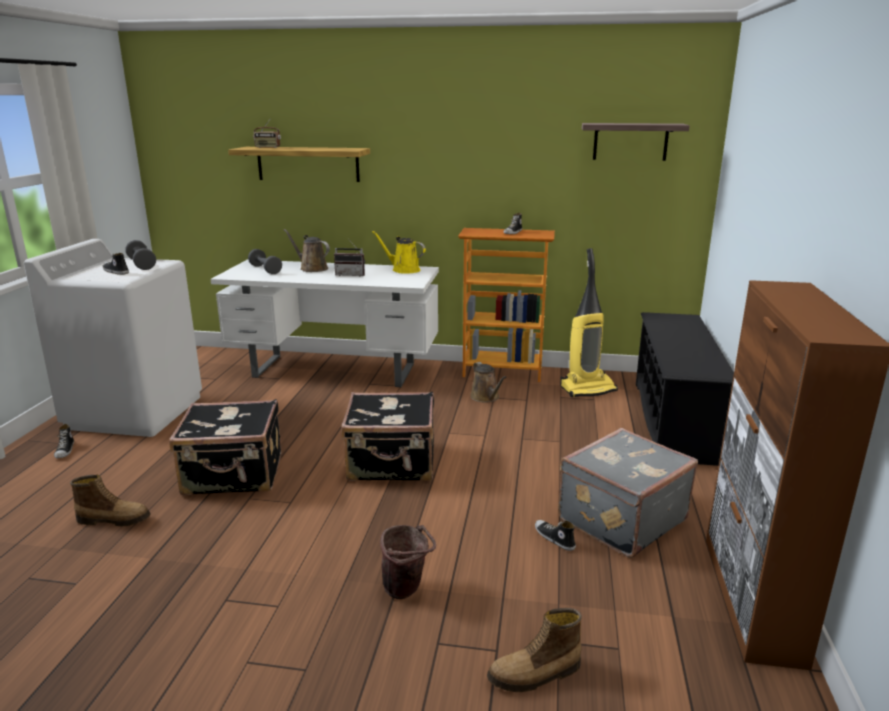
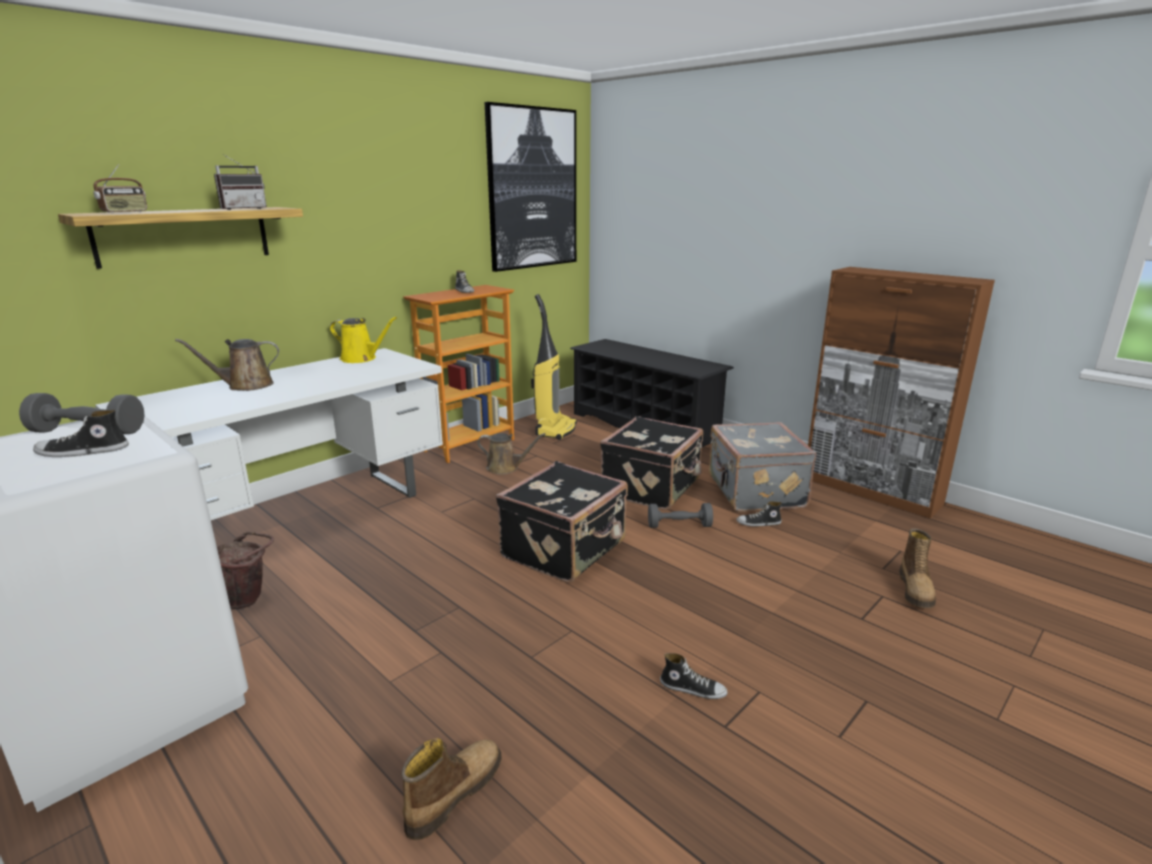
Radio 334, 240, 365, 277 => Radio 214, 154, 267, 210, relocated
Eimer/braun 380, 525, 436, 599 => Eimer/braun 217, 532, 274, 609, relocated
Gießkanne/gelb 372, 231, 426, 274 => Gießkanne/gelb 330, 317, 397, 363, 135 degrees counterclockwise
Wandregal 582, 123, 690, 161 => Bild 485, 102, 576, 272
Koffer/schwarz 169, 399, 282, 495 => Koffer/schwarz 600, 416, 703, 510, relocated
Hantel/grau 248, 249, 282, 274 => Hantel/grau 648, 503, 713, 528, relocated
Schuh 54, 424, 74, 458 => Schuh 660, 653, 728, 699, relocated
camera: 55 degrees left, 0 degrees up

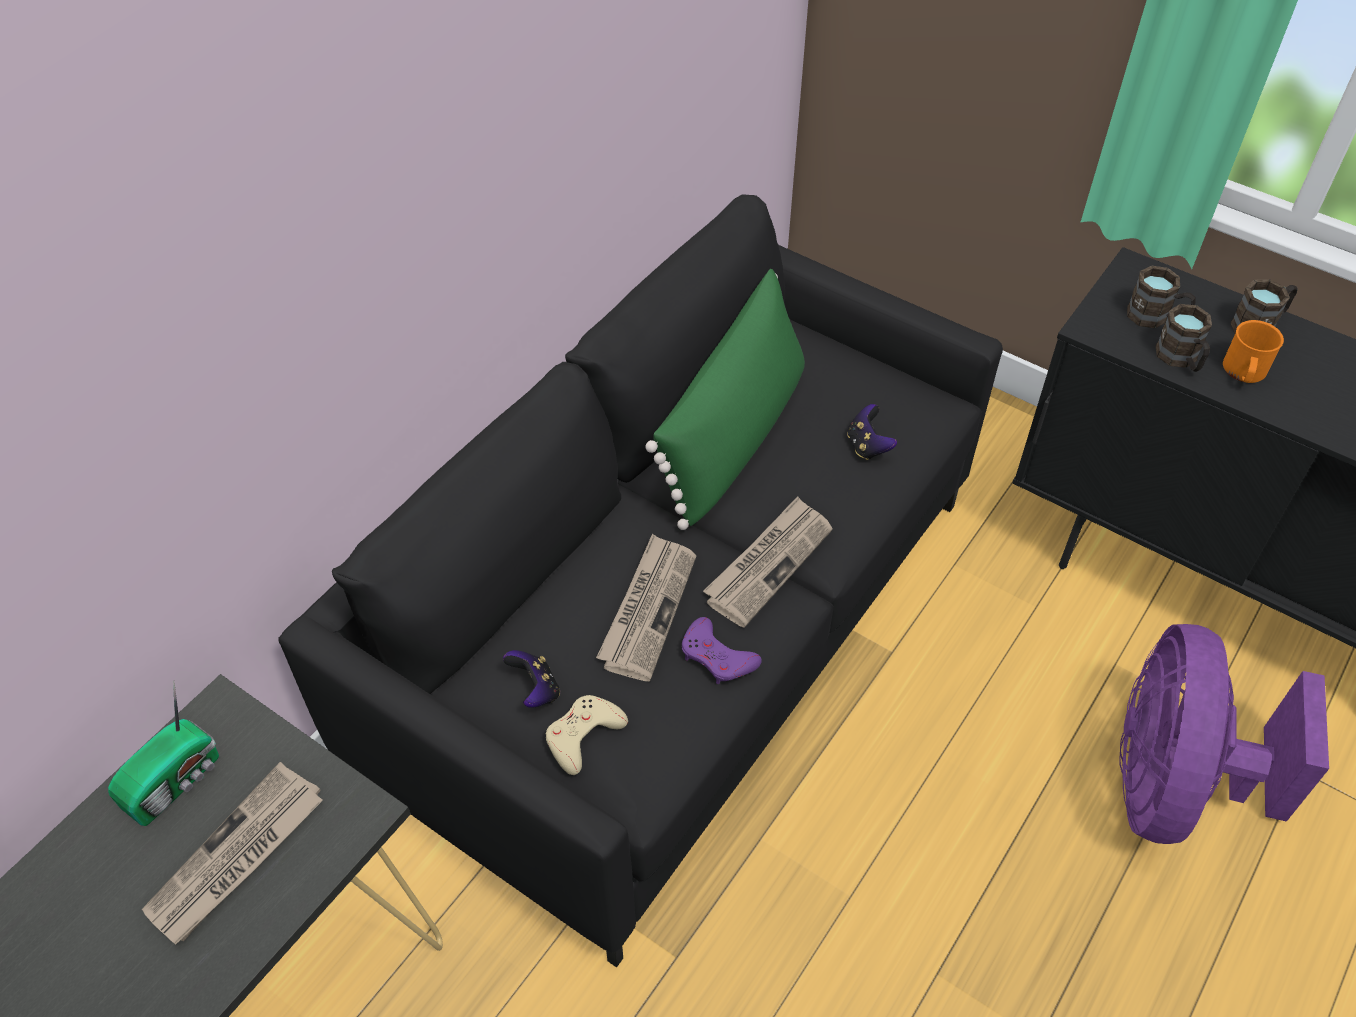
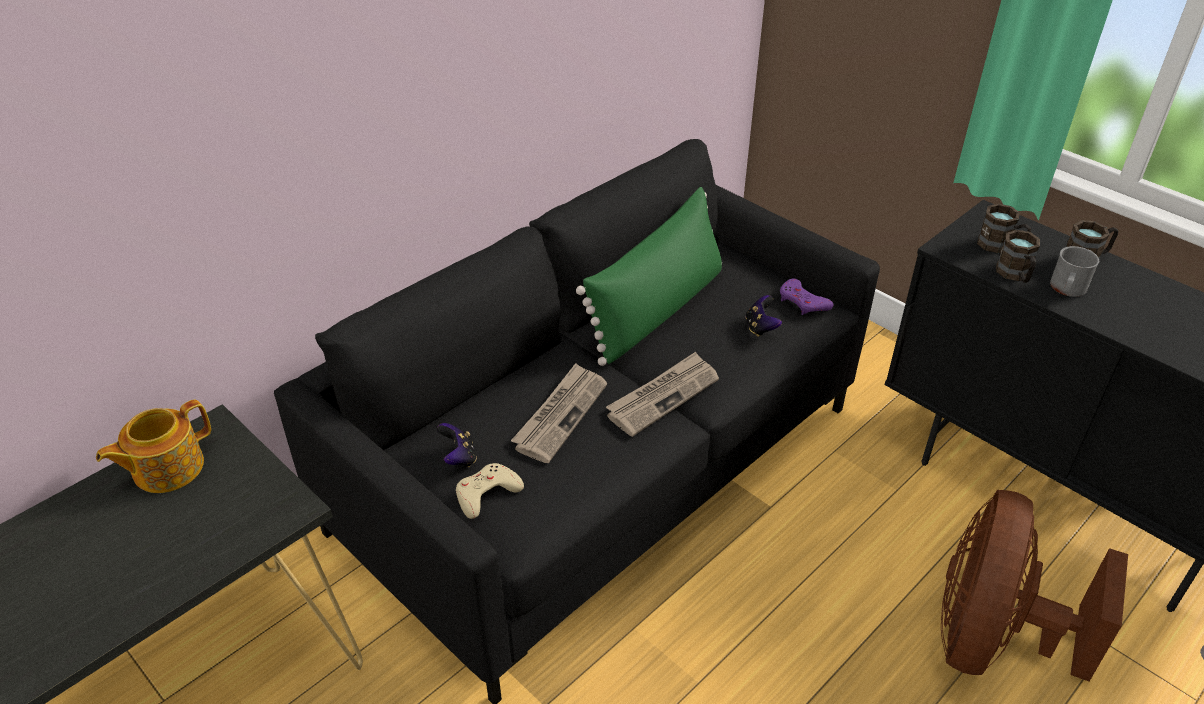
Radio 108, 680, 219, 826 => Teekanne 96, 400, 211, 493
Gamepad/lila 682, 617, 762, 684 => Gamepad/lila 780, 279, 834, 315, relocated
Ventilator/lila 1119, 624, 1329, 844 => Ventilator/braun 941, 490, 1128, 682
Henkelbecher/orange 1223, 320, 1284, 383 => Henkelbecher/grau 1050, 246, 1099, 297
Zeitung 141, 762, 323, 945 => nothing
camera: 10 degrees right, 10 degrees down

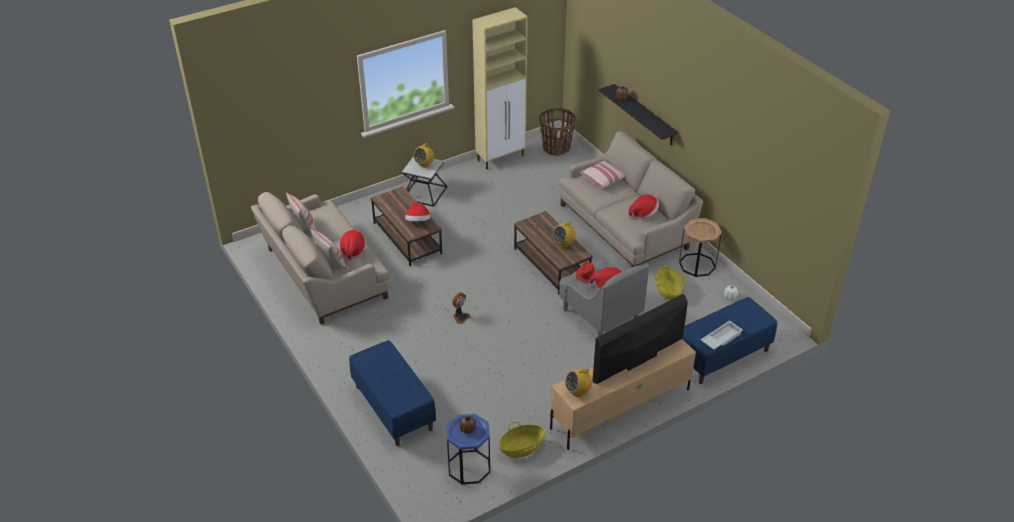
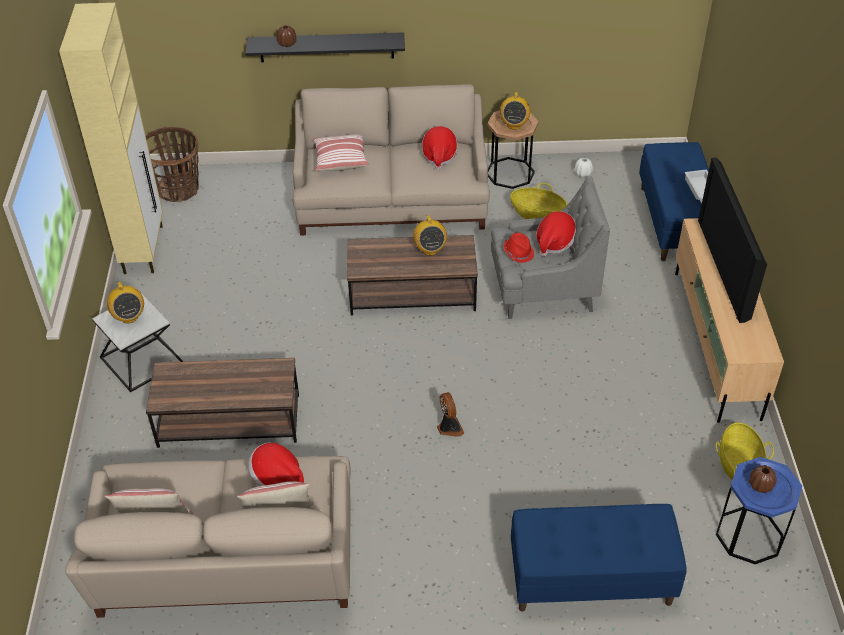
Radio 565, 368, 592, 397 => Radio 500, 92, 530, 130, relocated
Hut 405, 203, 431, 221 => nothing
camera: 60 degrees left, 5 degrees up

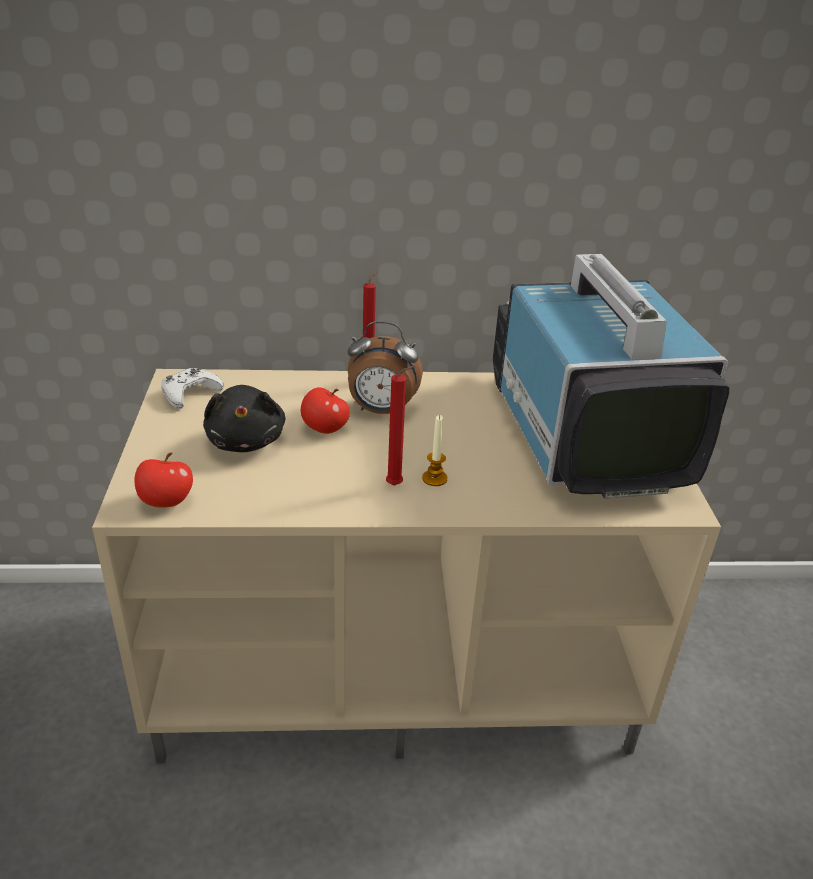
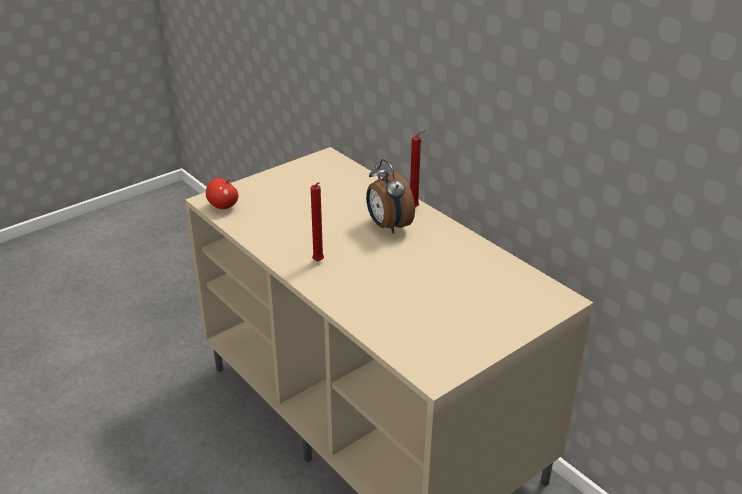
Gamepad/weiß 161, 368, 224, 409 => nothing
Plüschtier/schwarz 203, 385, 286, 452 => nothing
Apfel 301, 387, 350, 434 => nothing
Kerze 422, 415, 448, 486 => nothing
Fernseher 493, 254, 729, 499 => nothing
camera: 55 degrees right, 0 degrees up

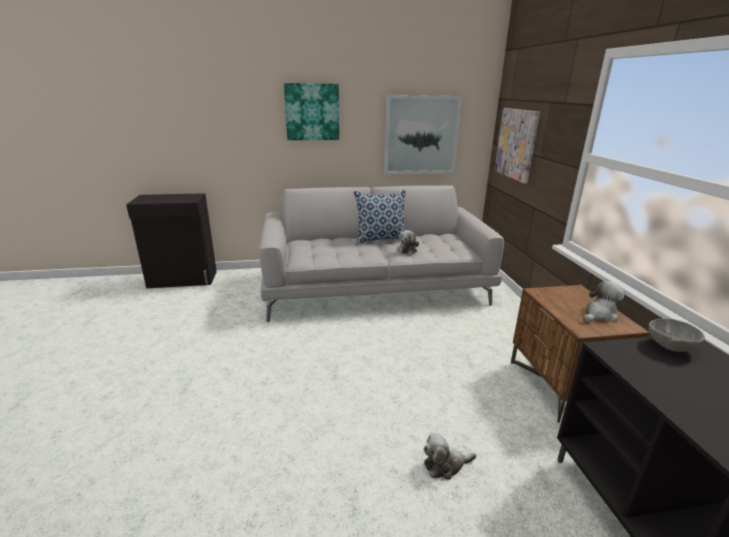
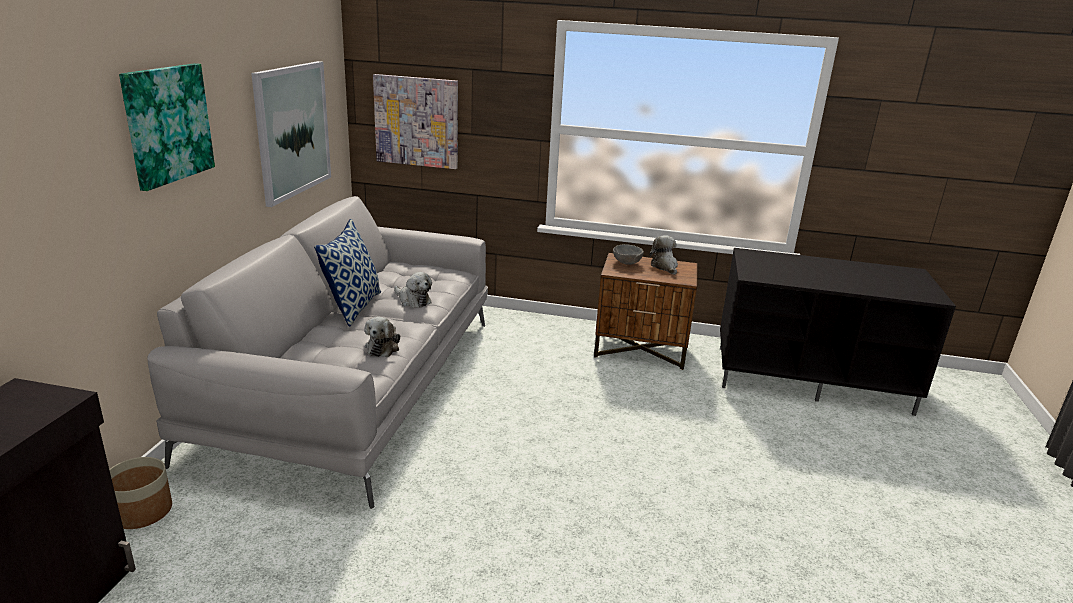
nothing => Pflanzkübel 109, 457, 172, 529
Plüschtier 424, 433, 477, 480 => Plüschtier 365, 317, 400, 357, relocated
Schüssel/grau 648, 319, 705, 352 => Schüssel/grau 613, 244, 644, 265, relocated
camera: 70 degrees left, 0 degrees up

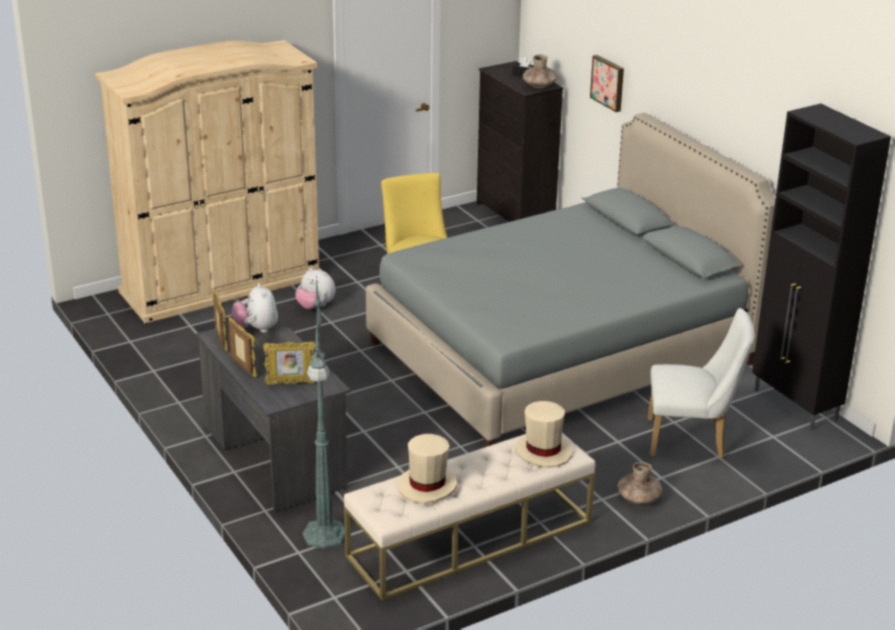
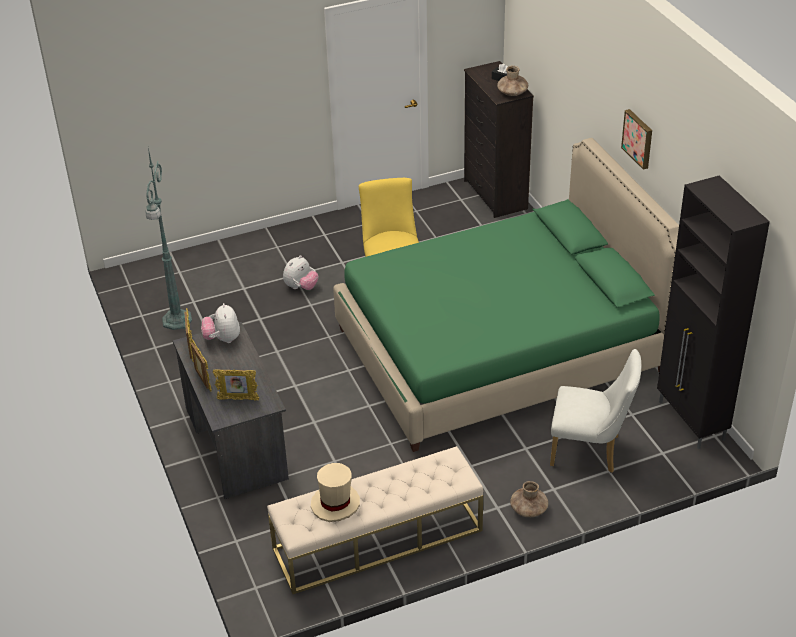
Stehlampe/grün 303, 275, 345, 549 => Stehlampe/grün 145, 148, 192, 330, relocated
Plüschtier 295, 268, 335, 309 => Plüschtier 283, 255, 319, 290, 90 degrees counterclockwise
Bett/grau 366, 113, 775, 447 => Bett/grün 333, 138, 679, 452
Bild 590, 55, 624, 112 => Bild 621, 109, 652, 170, relocated
Kleiderschrank/beige 95, 40, 321, 323 => nothing
Hut/beige 515, 401, 572, 468 => nothing
camera: 10 degrees right, 10 degrees up

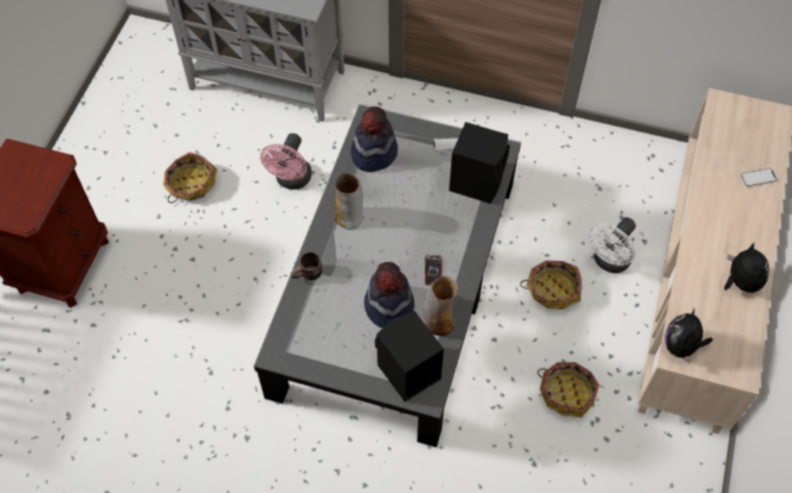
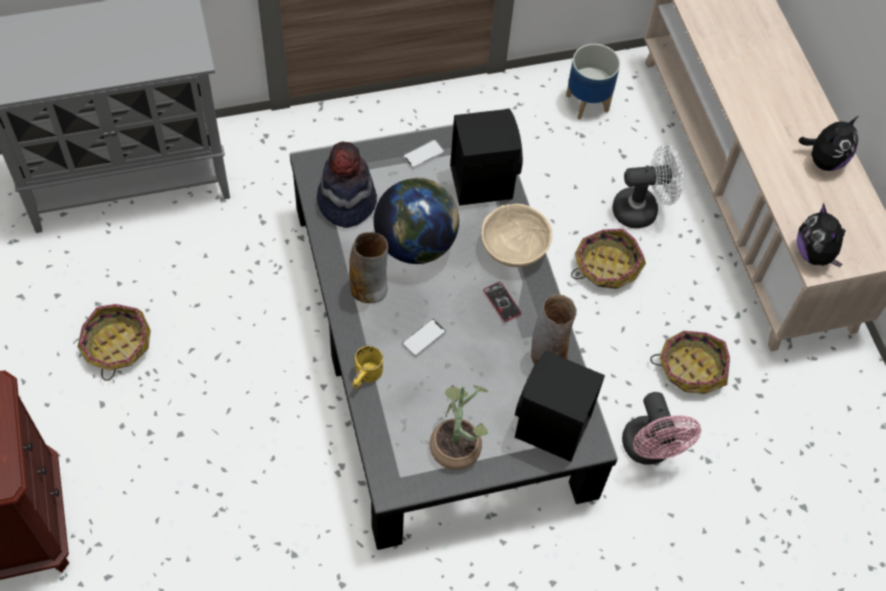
Henkelbecher/braun 291, 252, 322, 280 => Henkelbecher/gelb 352, 346, 383, 388
nothing => Globus 374, 178, 459, 264
Handy 741, 168, 777, 187 => Handy 402, 319, 446, 357, relocated
nothing => Topfpflanze 430, 385, 488, 470
nothing => Schüssel/beige 481, 204, 552, 267
nothing => Pflanzkübel 566, 44, 620, 120
Ventilator/weiß 588, 217, 636, 273 => Ventilator/weiß 612, 144, 684, 228, 105 degrees counterclockwise
Ventilator/rosa 260, 133, 312, 189 => Ventilator/rosa 622, 392, 701, 465, relocated
Plüschtier 724, 243, 769, 292 => Plüschtier 798, 116, 858, 171, 90 degrees clockwise
Hut 364, 262, 415, 328 => nothing
camera: 35 degrees left, 0 degrees up

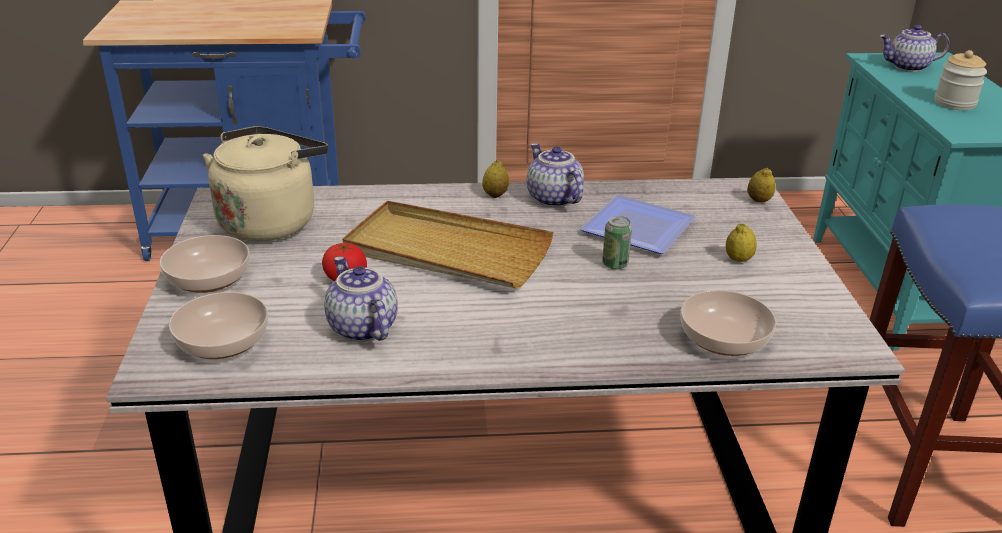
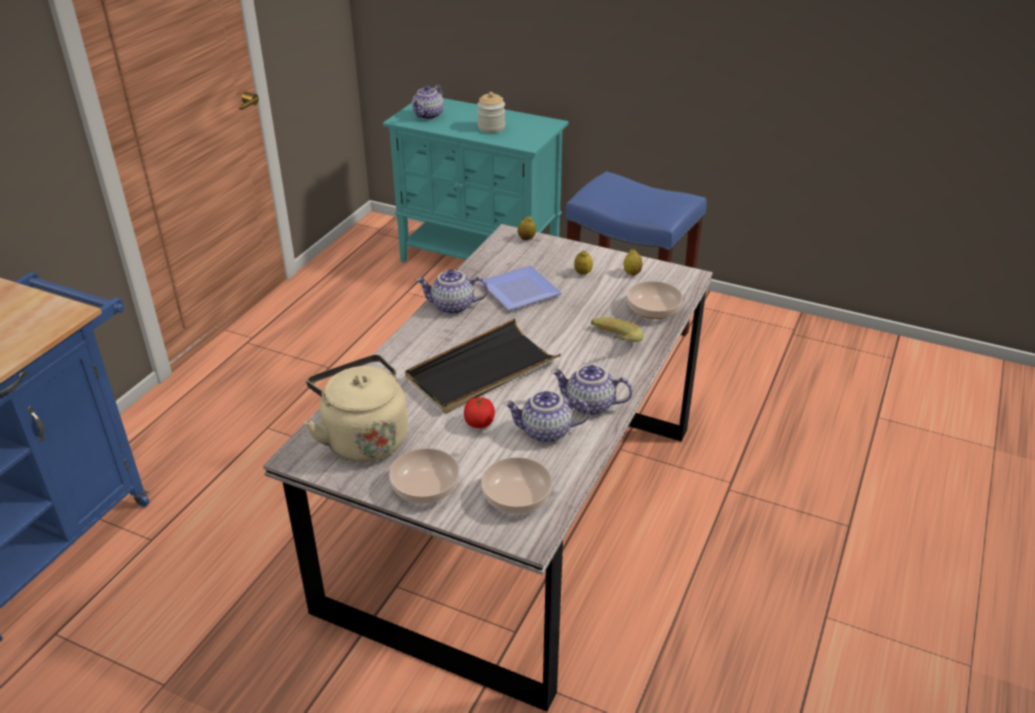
Tablett/beige 342, 201, 553, 288 => Tablett/schwarz 405, 319, 561, 413
nothing => Teekanne 551, 365, 633, 416
nothing => Banane 591, 317, 643, 342
Zitrone 482, 160, 509, 198 => Zitrone 623, 249, 642, 275, relocated
Dose 602, 216, 632, 270 => nothing
camera: 60 degrees left, 5 degrees up

